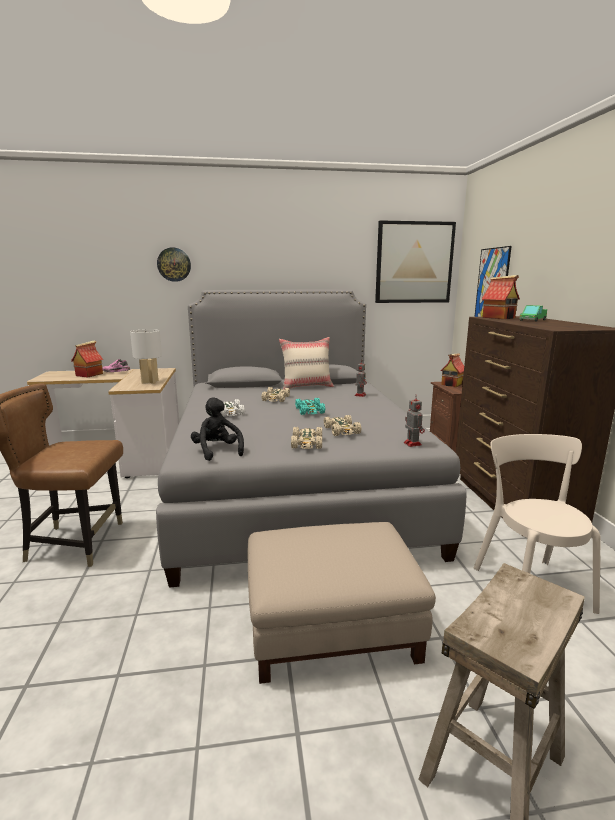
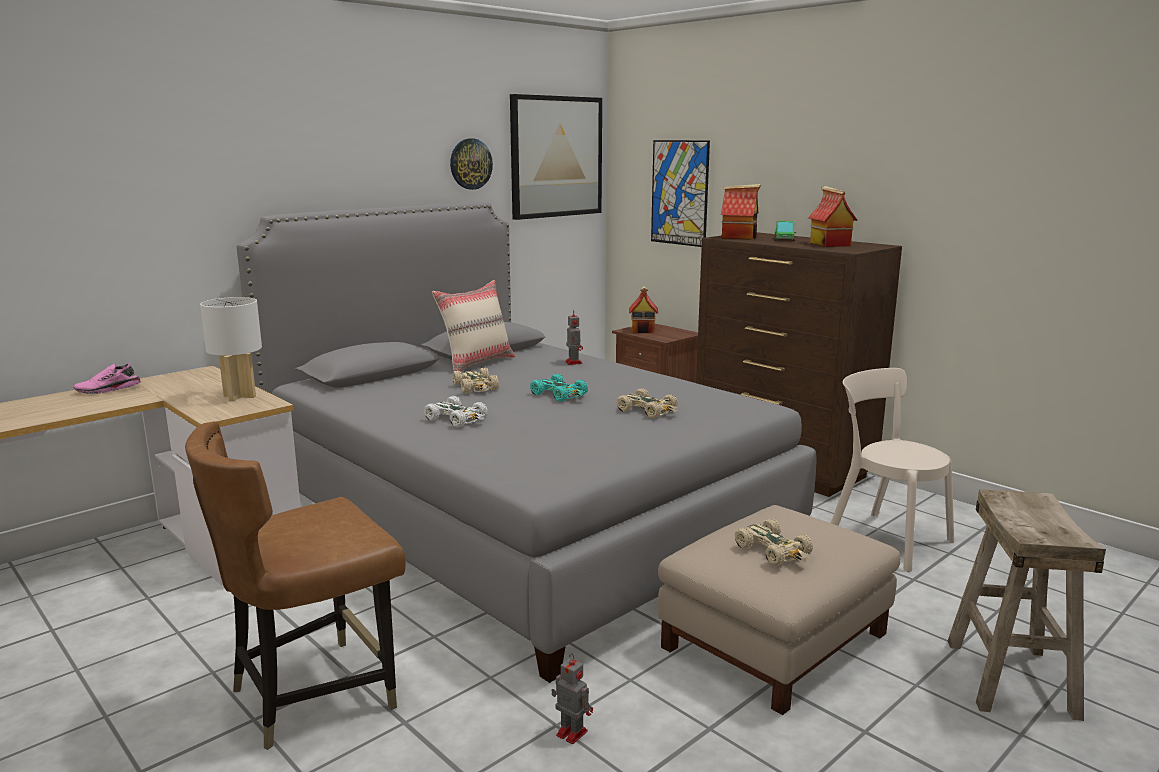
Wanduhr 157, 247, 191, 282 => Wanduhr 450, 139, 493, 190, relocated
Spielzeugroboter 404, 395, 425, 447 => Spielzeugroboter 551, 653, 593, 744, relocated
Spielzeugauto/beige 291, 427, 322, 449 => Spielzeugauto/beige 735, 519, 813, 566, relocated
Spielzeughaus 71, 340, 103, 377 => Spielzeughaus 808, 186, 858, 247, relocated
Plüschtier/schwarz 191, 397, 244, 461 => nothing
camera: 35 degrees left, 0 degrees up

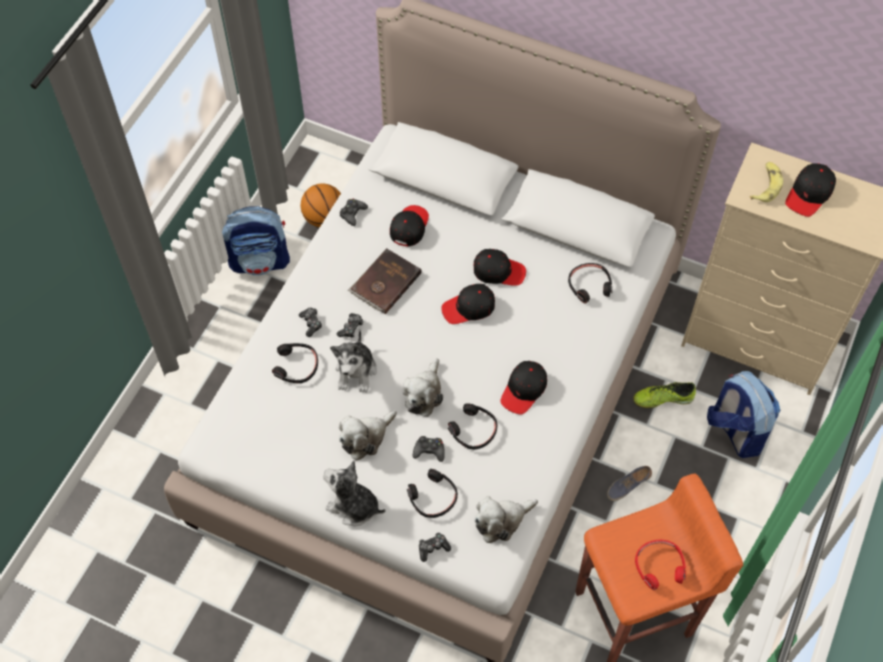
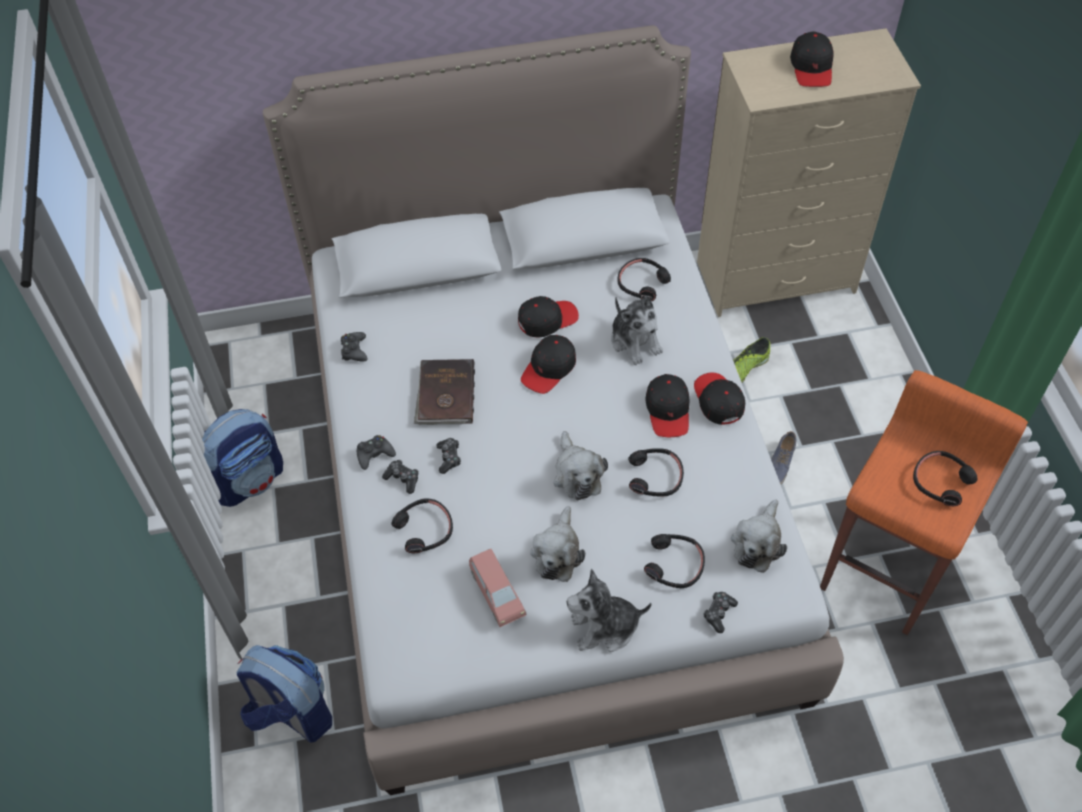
Rucksack 707, 371, 780, 458 => Rucksack 236, 645, 332, 743, relocated
Gamepad/schwarz 413, 436, 445, 462 => Gamepad/schwarz 357, 435, 396, 470, relocated
nothing => Spielzeugauto/rosa 469, 549, 526, 627
Plüschtier 330, 330, 377, 393 => Plüschtier 611, 296, 663, 365, relocated
Kappe/schwarz 390, 205, 429, 246 => Kappe/schwarz 694, 373, 745, 425, relocated
Kopfhörer/rot 635, 540, 686, 590 => Kopfhörer/schwarz 913, 451, 977, 506
Basketball 301, 183, 341, 227 => nothing
Banane 750, 162, 783, 202 => nothing
camera: 35 degrees left, 5 degrees down

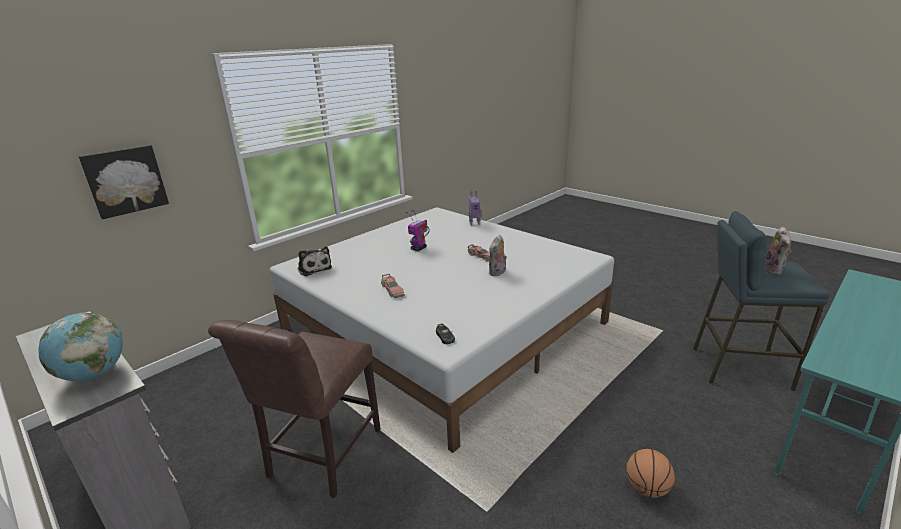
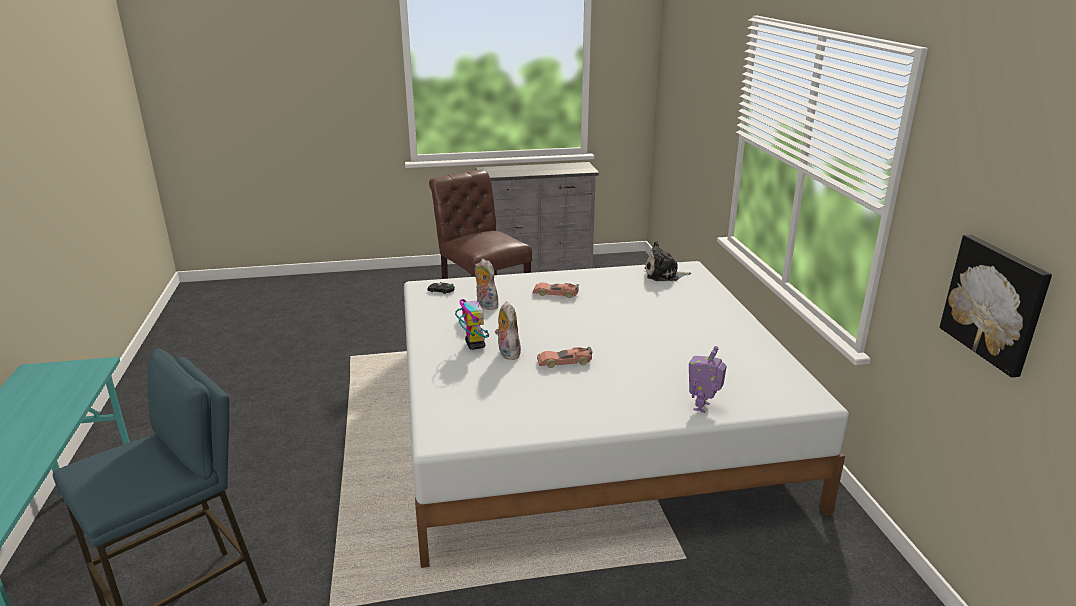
Spielzeugroboter 406, 210, 430, 251 => Spielzeugroboter 455, 288, 494, 350, relocated
Plüschtier 765, 226, 792, 275 => Plüschtier 474, 259, 498, 310, relocated
Bild 79, 145, 169, 219 => Bild 939, 235, 1052, 378, relocated
Globus 39, 313, 123, 381 => nothing
Basketball 626, 449, 675, 498 => nothing
camera: 125 degrees right, 0 degrees up

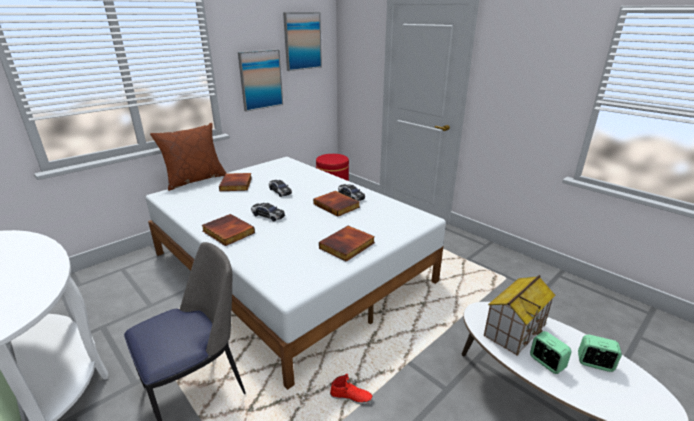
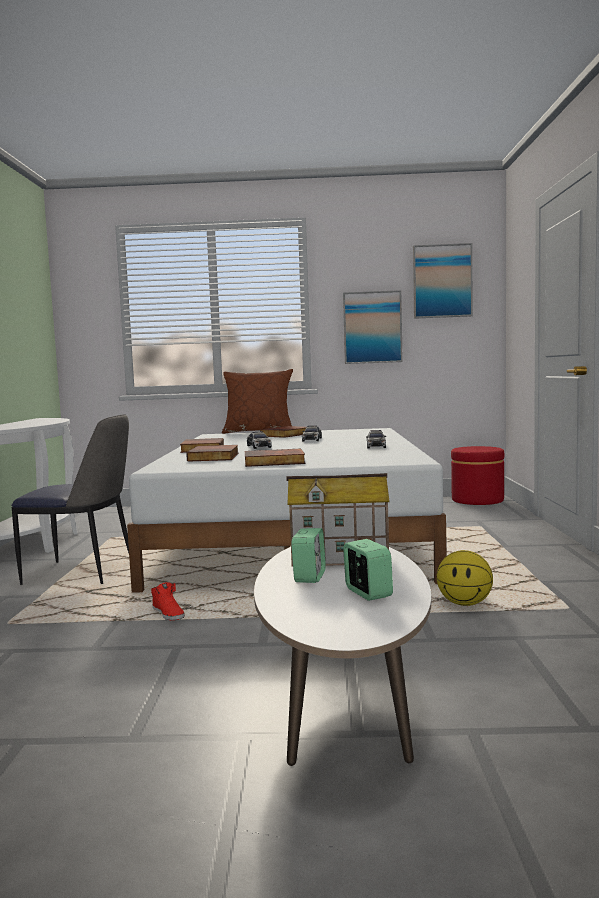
Buch 313, 191, 360, 217 => Buch 186, 445, 239, 462, relocated
nothing => Basketball 437, 550, 493, 606
camera: 45 degrees right, 20 degrees down

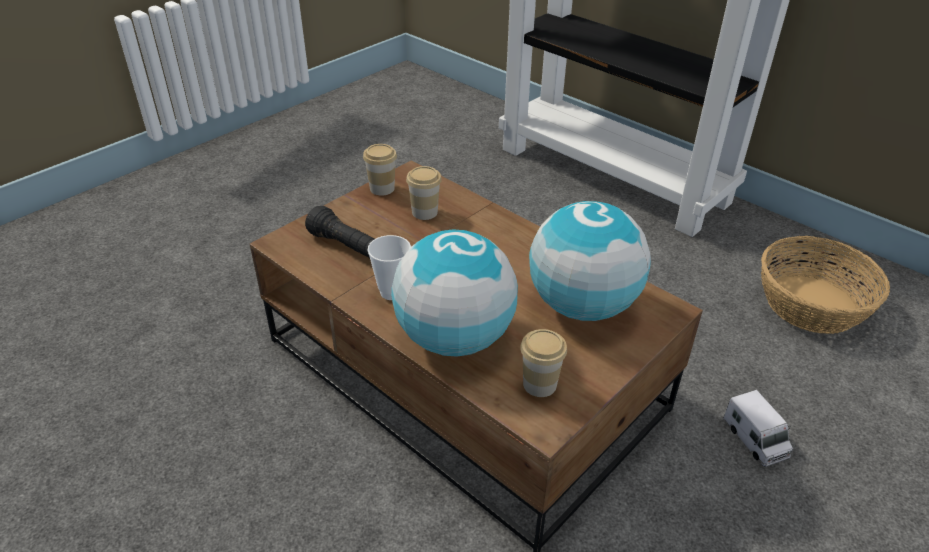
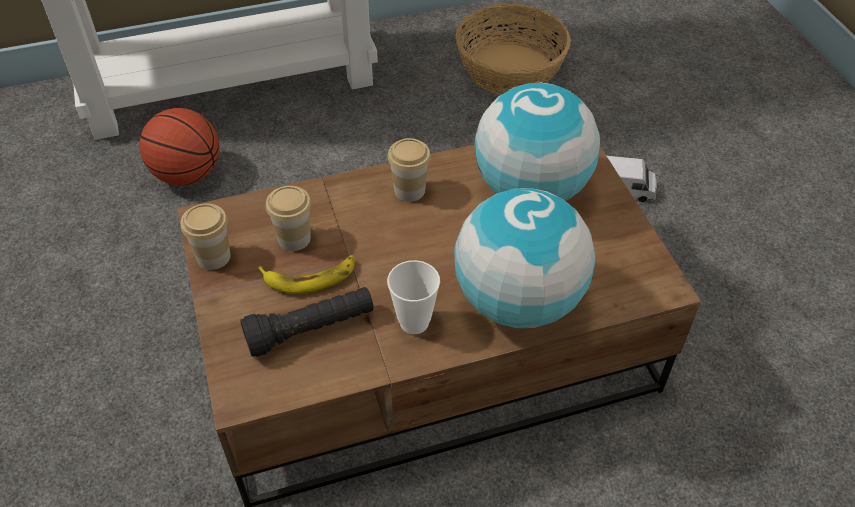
nothing => Basketball 140, 108, 220, 186
nothing => Banane 258, 255, 355, 294
Tasse 520, 329, 567, 397 => Tasse 388, 138, 431, 202, relocated
camera: 60 degrees left, 10 degrees up

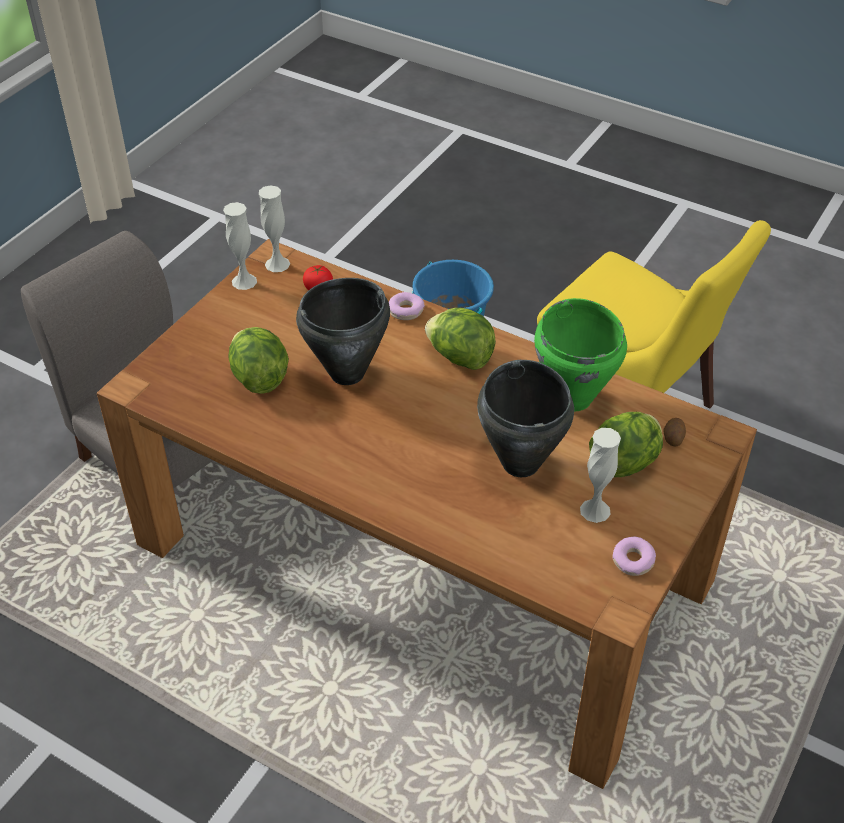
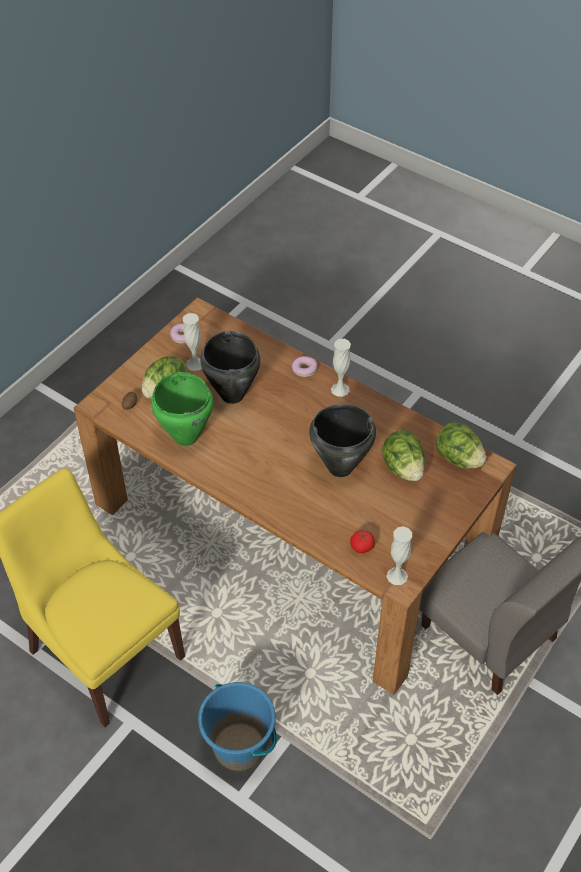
Donut 389, 292, 425, 320 => Donut 292, 356, 317, 377, relocated
Vase/weiß 223, 202, 257, 290 => Vase/weiß 331, 339, 351, 397, relocated
Salatkopf 425, 308, 496, 370 => Salatkopf 436, 421, 487, 469, relocated
camera: 175 degrees left, 5 degrees up

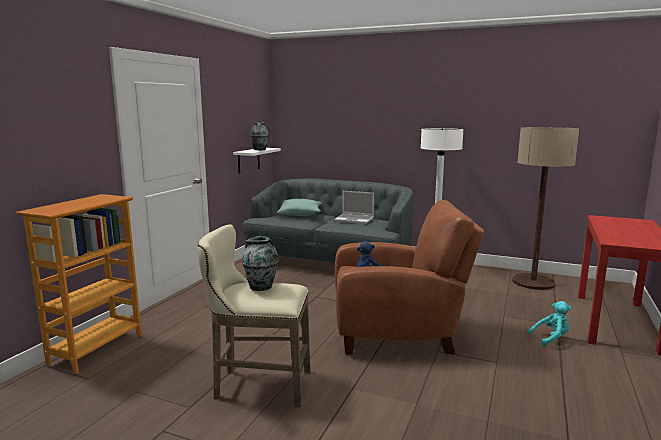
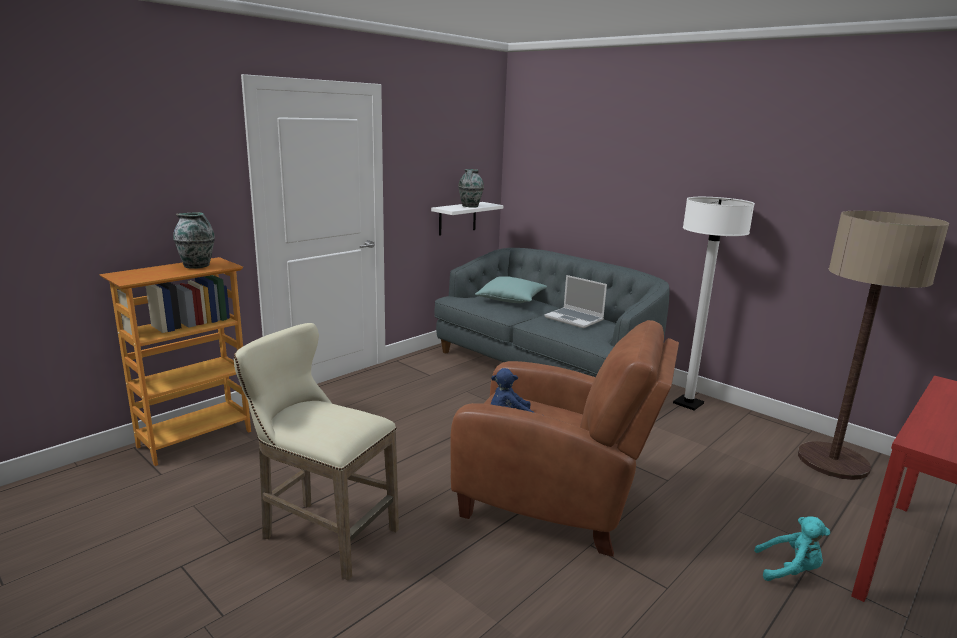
Vase 242, 236, 278, 291 => Vase 173, 212, 215, 269, relocated
camera: 20 degrees right, 5 degrees up

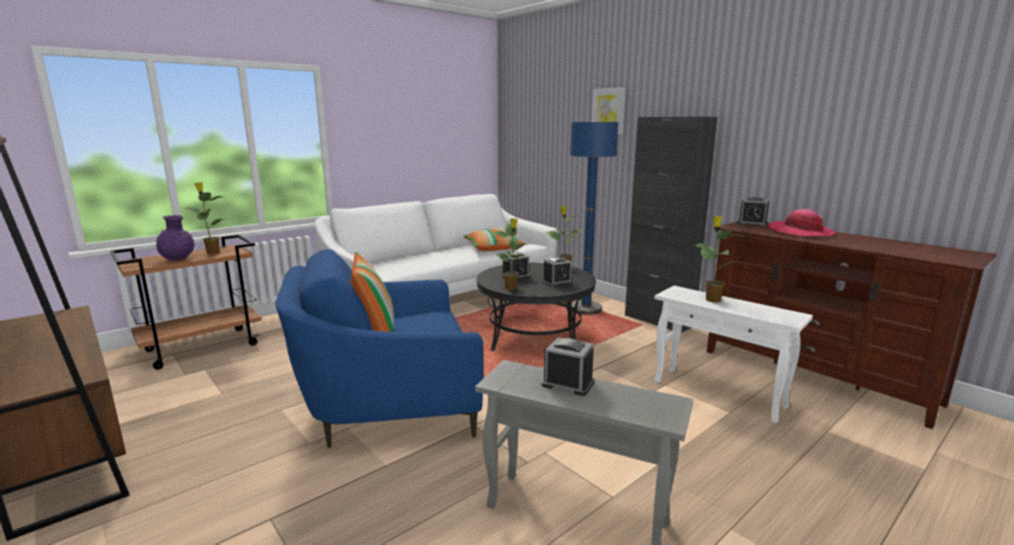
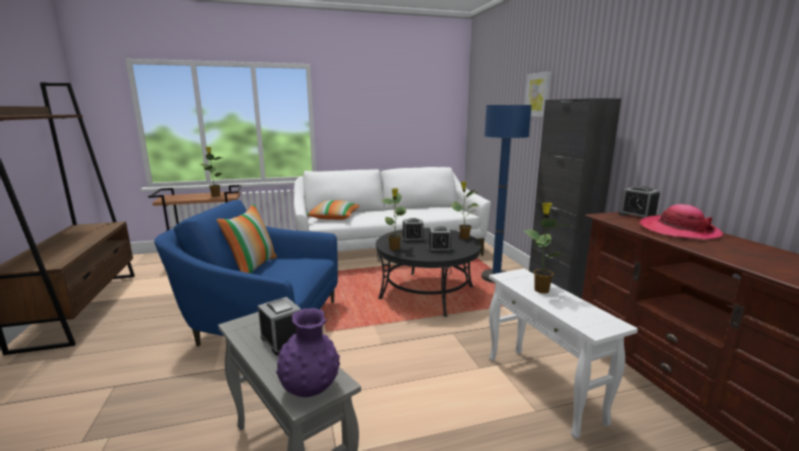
Vase/lila 156, 215, 195, 261 => Vase/lila 276, 308, 340, 397, relocated
Kissen 463, 229, 524, 251 => Kissen 307, 200, 360, 220, relocated
camera: 25 degrees right, 0 degrees up

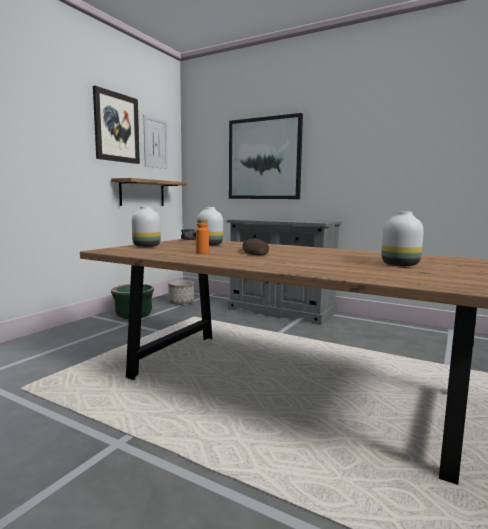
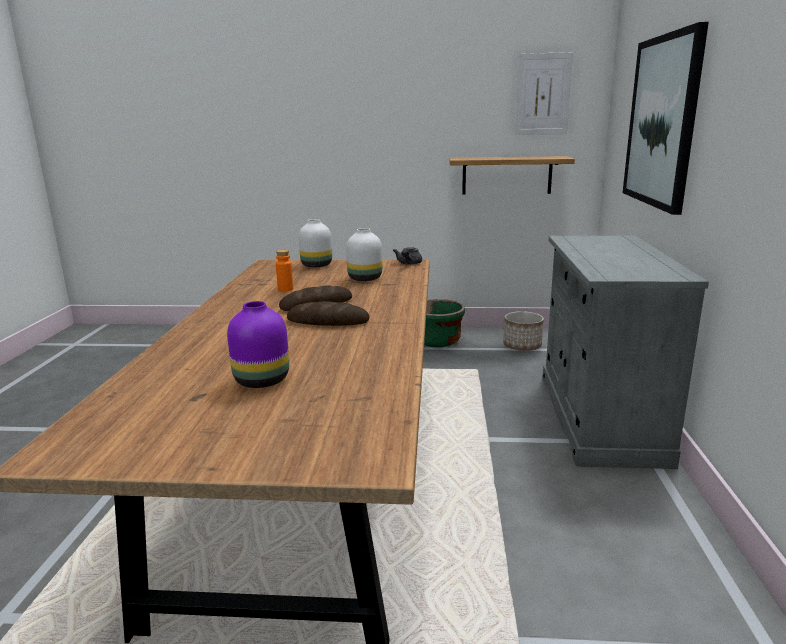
Vase/weiß 381, 211, 424, 266 => Vase/lila 227, 301, 289, 388
nothing => Brot 287, 301, 370, 326
Bild 93, 86, 140, 164 => nothing
camera: 65 degrees right, 10 degrees up

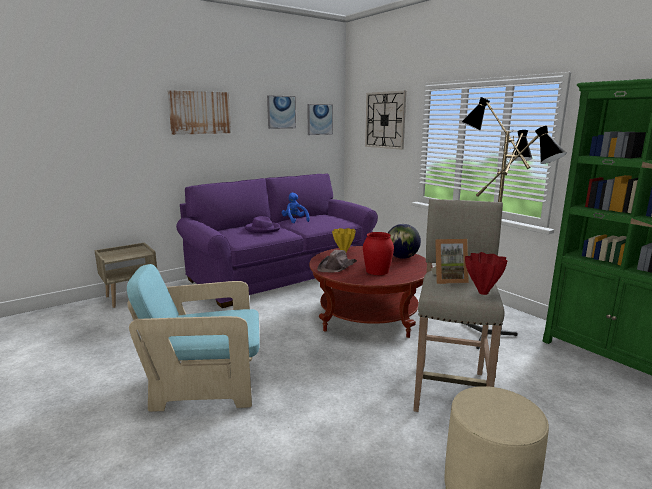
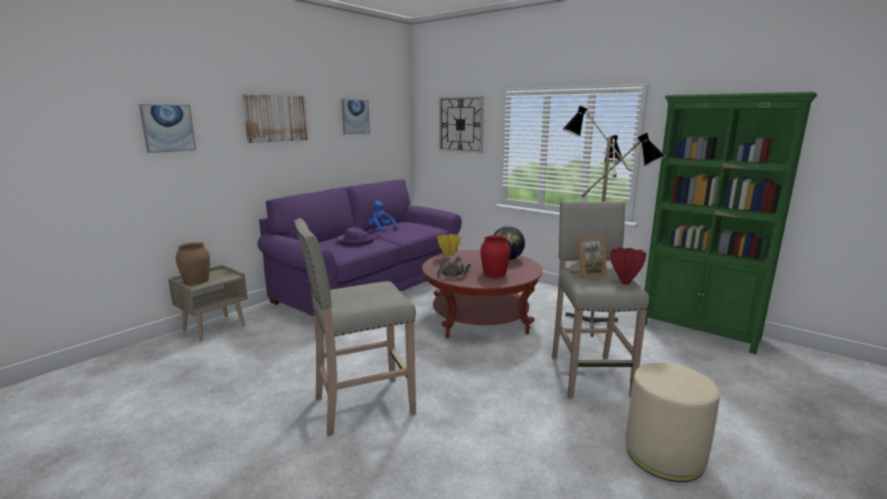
Bild 307, 104, 333, 135 => Bild 139, 104, 196, 153, relocated
nothing => Vase/braun 176, 242, 210, 285
Sessel/türkis 127, 264, 260, 412 => Hocker/beige 294, 218, 416, 437
camera: 15 degrees left, 0 degrees up

